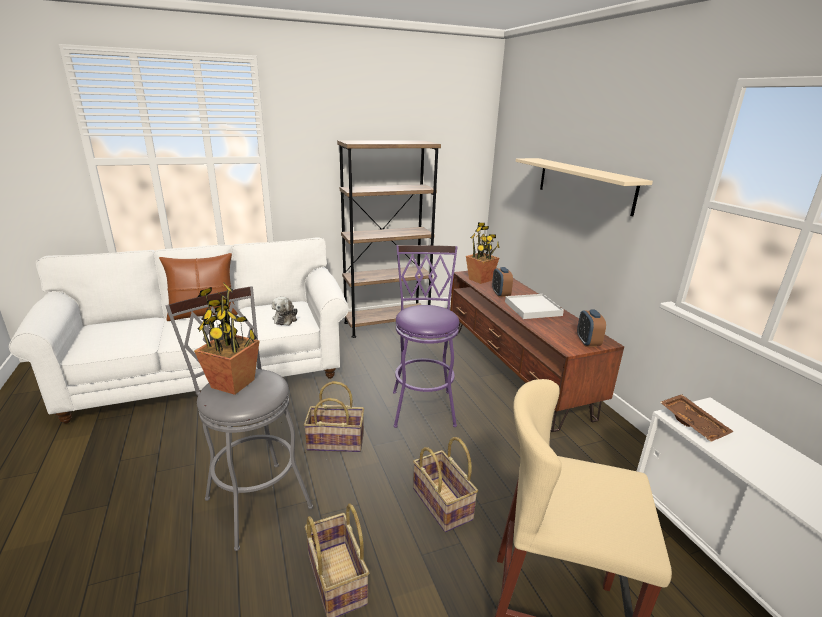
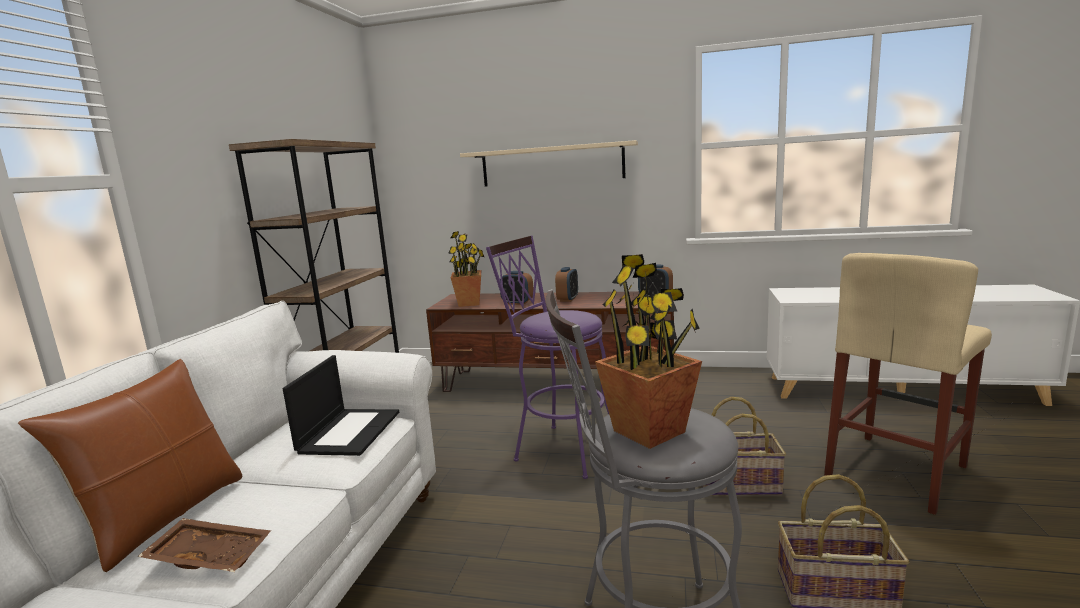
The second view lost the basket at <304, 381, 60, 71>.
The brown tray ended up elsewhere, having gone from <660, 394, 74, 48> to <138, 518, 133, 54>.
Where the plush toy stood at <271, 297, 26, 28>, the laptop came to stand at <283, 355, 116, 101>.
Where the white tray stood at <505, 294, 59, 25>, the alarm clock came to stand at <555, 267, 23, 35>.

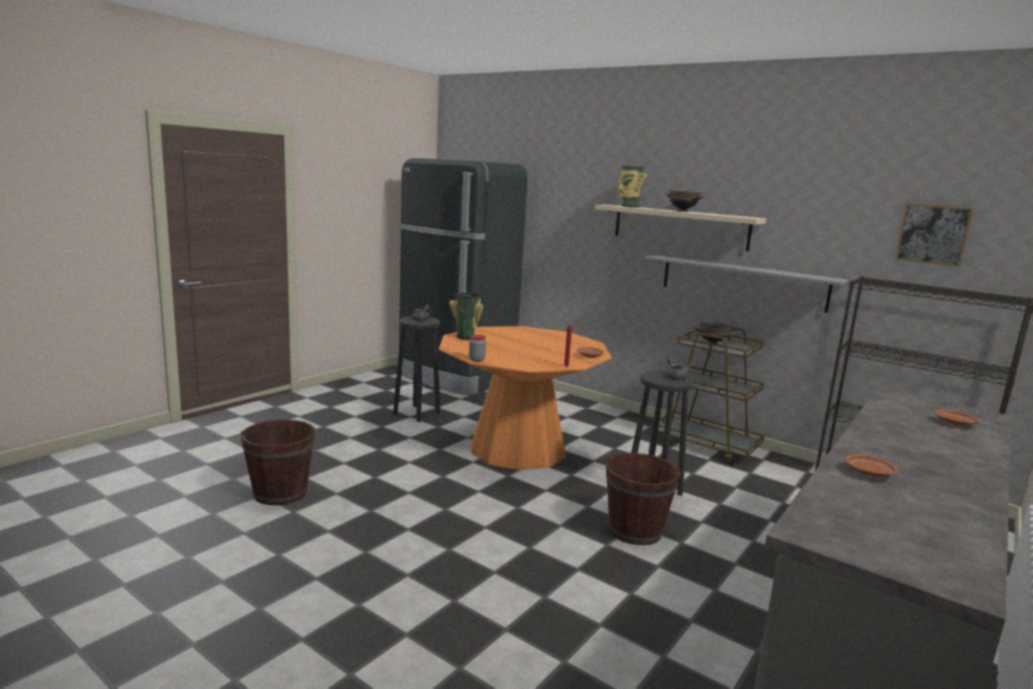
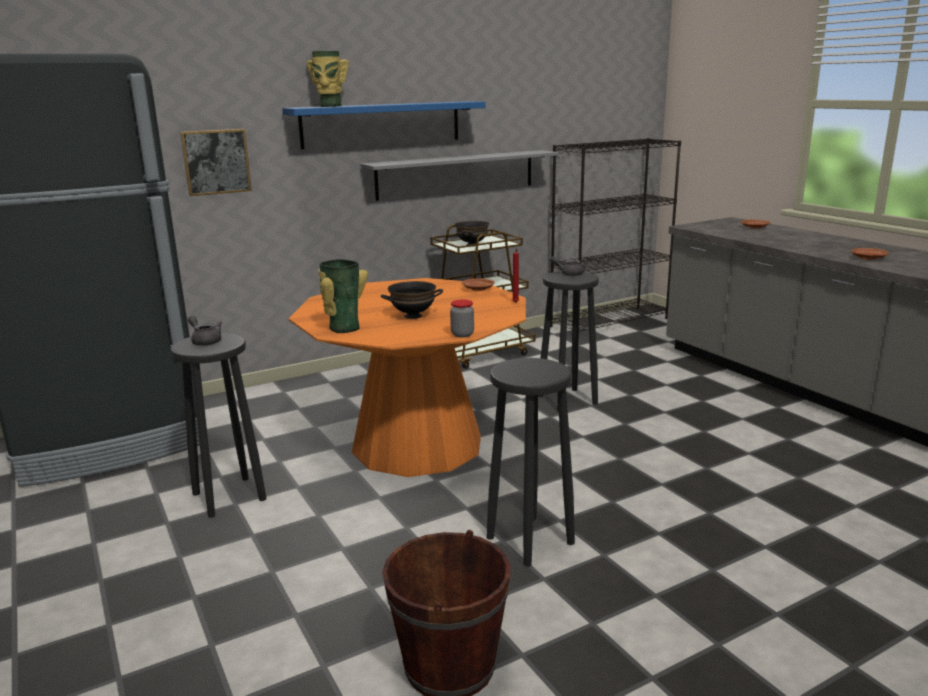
The second view lost the brown bucket at <606, 453, 74, 92>.
The second view gained the black stool at <486, 358, 89, 209>.
The black bowl ended up elsewhere, having gone from <667, 191, 36, 21> to <381, 281, 62, 38>.
The picture ended up elsewhere, having gone from <895, 203, 79, 64> to <180, 129, 72, 67>.
What was the beige shelf at <595, 205, 171, 46> turned into the blue shelf at <282, 101, 204, 49>.

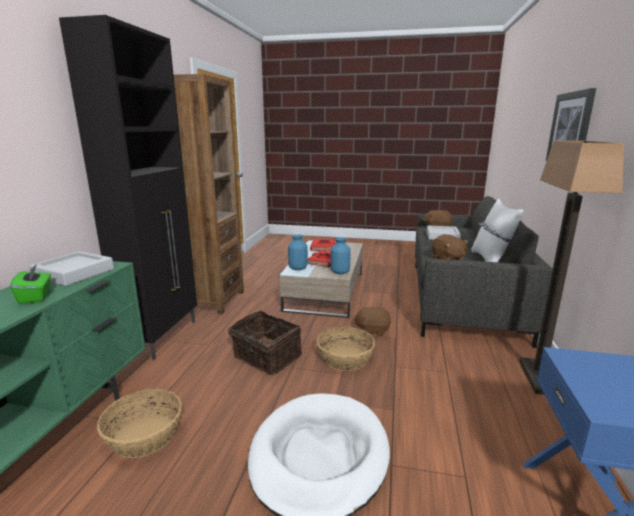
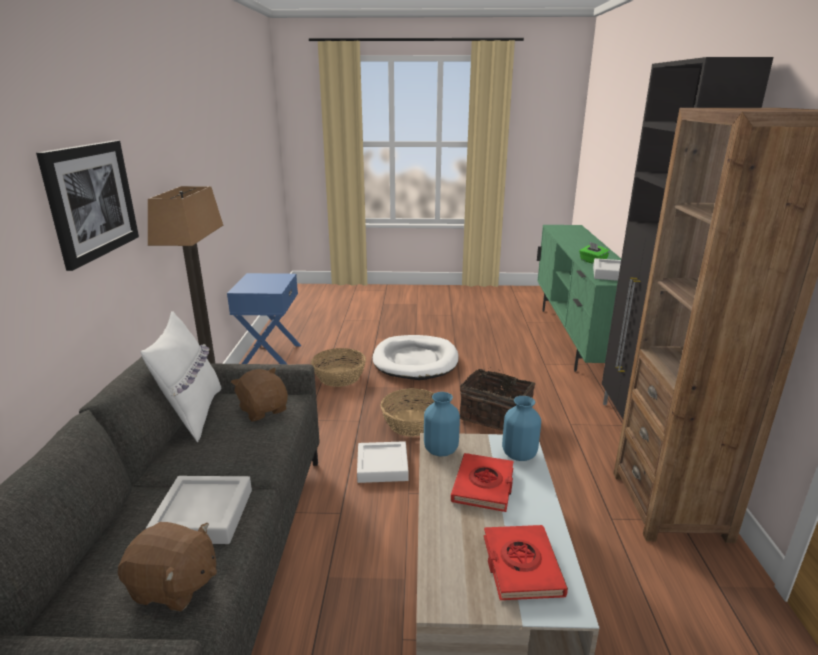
The basket ended up elsewhere, having gone from <97, 389, 85, 69> to <311, 348, 55, 39>.
Where the brown plush toy stood at <353, 305, 38, 31>, the white tray came to stand at <357, 441, 52, 42>.

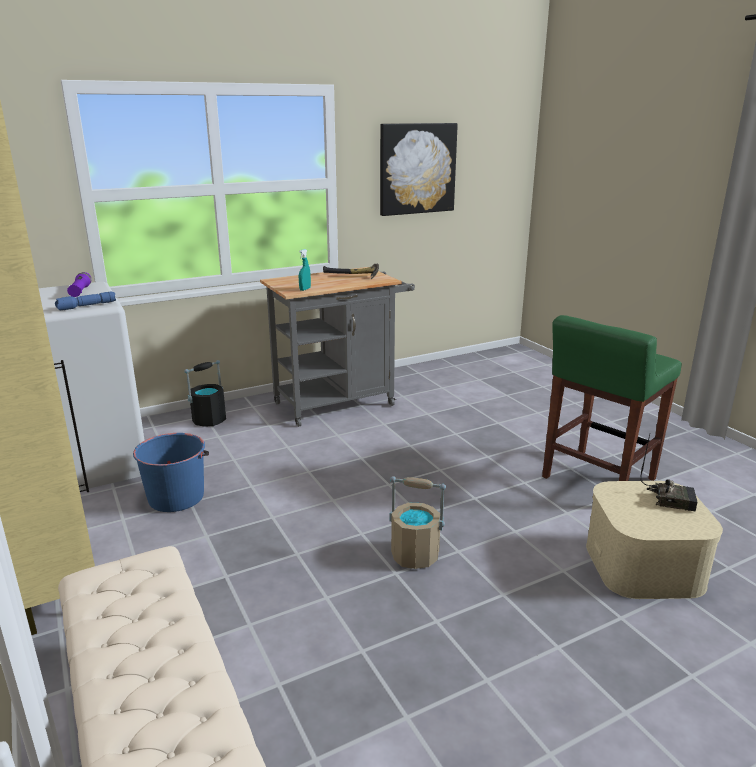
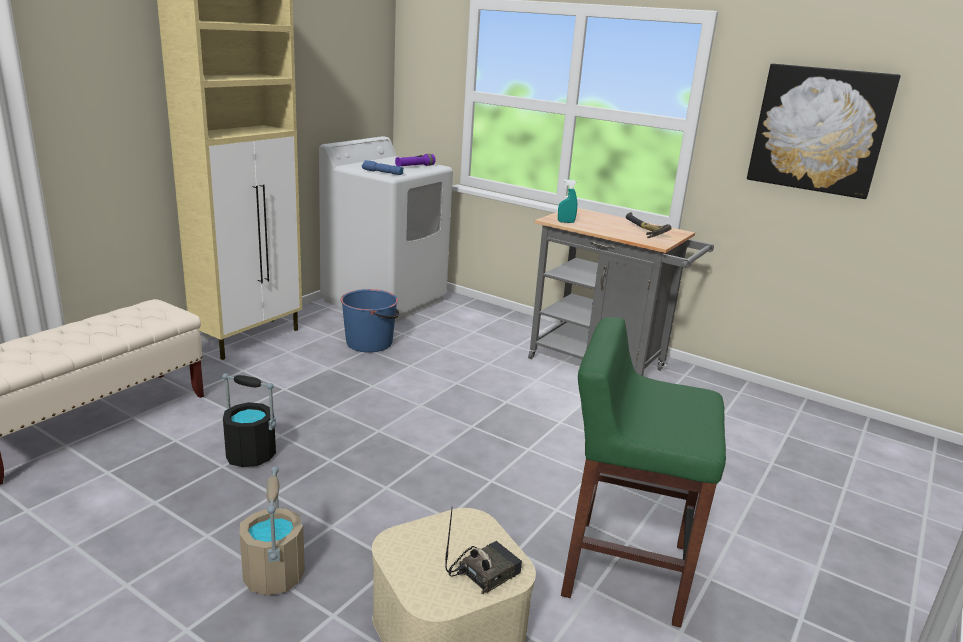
The black bucket ended up elsewhere, having gone from <184, 360, 42, 66> to <222, 373, 54, 94>.
The beige bucket ended up elsewhere, having gone from <389, 476, 57, 93> to <240, 466, 65, 129>.
The radio at <640, 434, 58, 77> ended up facing another way, 120 degrees counterclockwise from before.

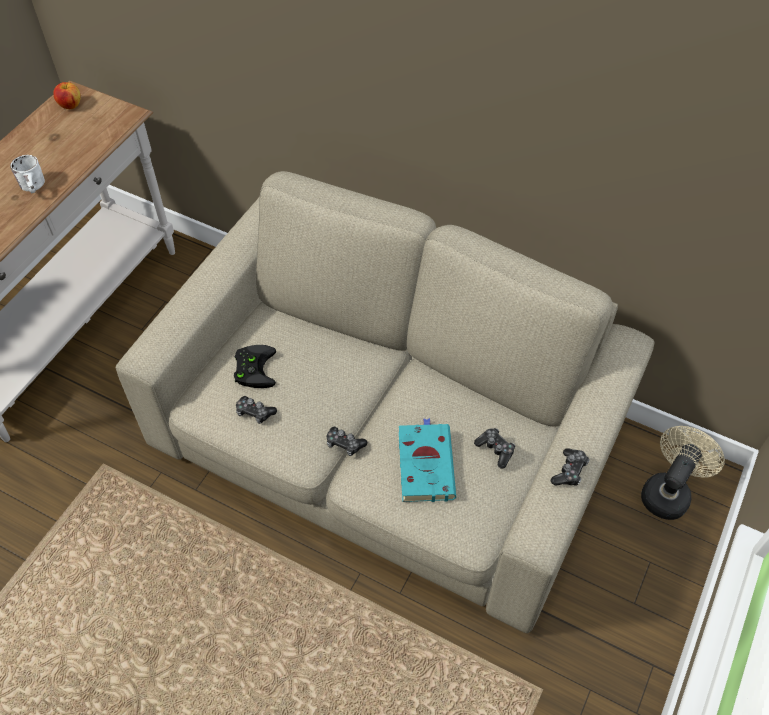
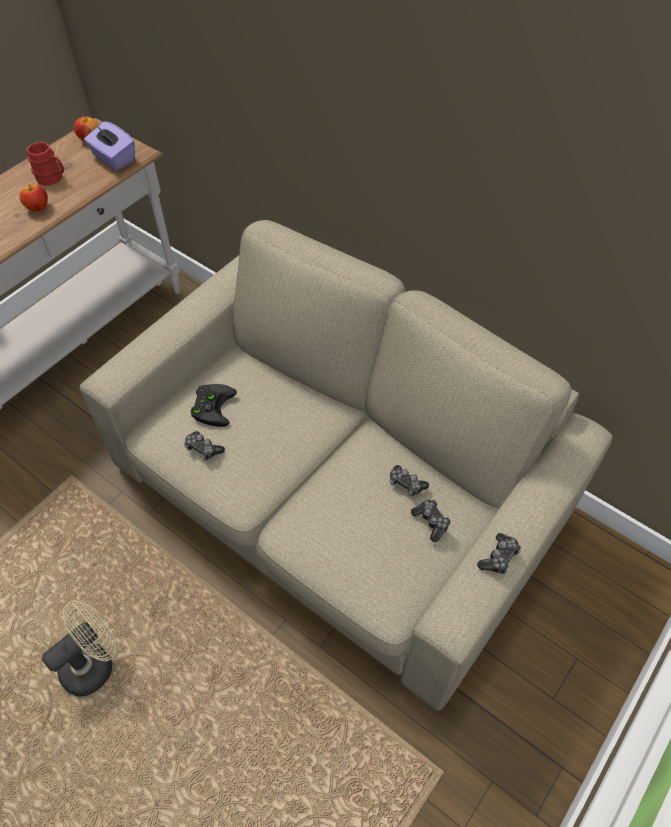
The second view lost the turquoise book at <399, 418, 57, 84>.
The second view gained the red mug at <26, 142, 38, 44>.
The second view gained the purple tissue box at <84, 121, 51, 50>.
The game controller ended up elsewhere, having gone from <327, 427, 40, 29> to <390, 465, 39, 31>.
The beige fan ended up elsewhere, having gone from <641, 426, 84, 94> to <42, 600, 74, 97>.
Where the white mug stood at <10, 155, 35, 38>, the apple came to stand at <19, 184, 29, 28>.

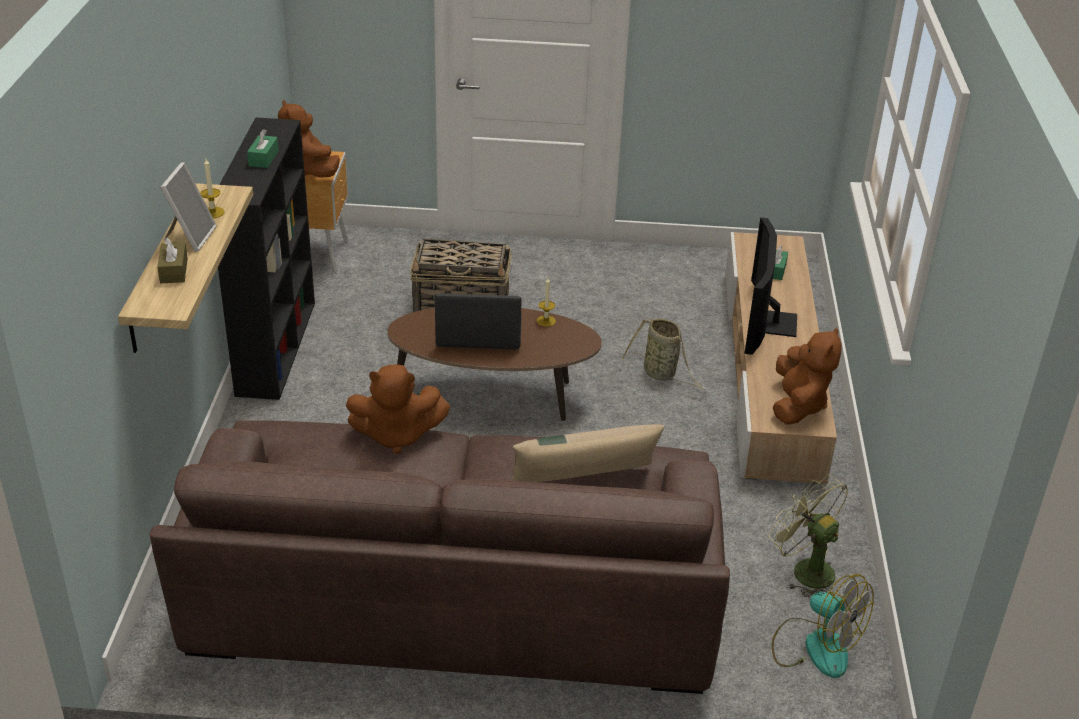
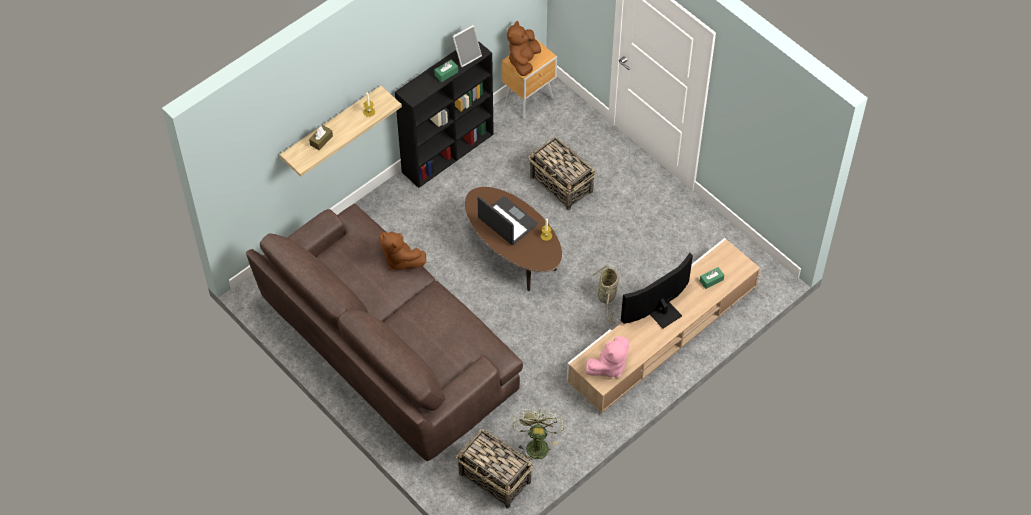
The second view lost the beige pillow at <511, 424, 154, 58>.
The picture frame ended up elsewhere, having gone from <160, 162, 57, 90> to <453, 25, 29, 42>.
Where the fan stood at <772, 574, 102, 104>, the basket came to stand at <456, 429, 77, 79>.
What was the brown plush toy at <773, 327, 69, 98> turned into the pink plush toy at <585, 336, 44, 42>.

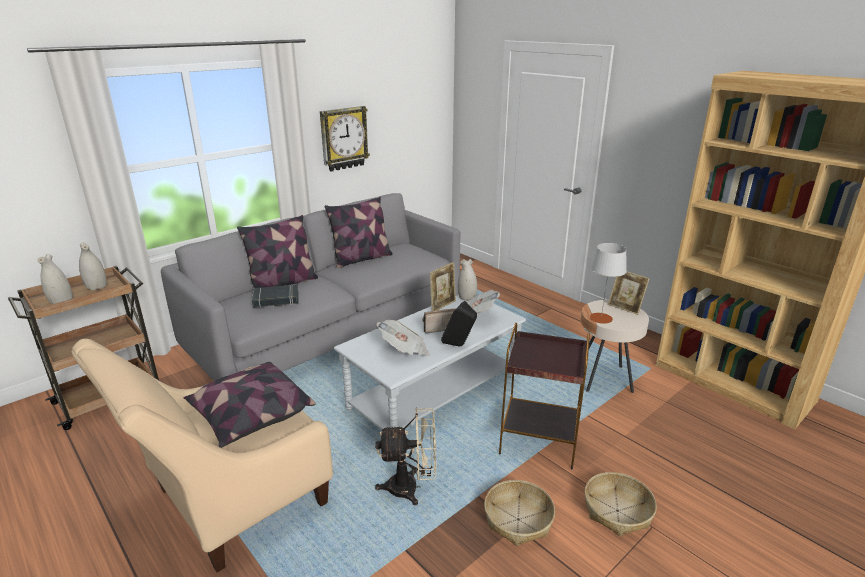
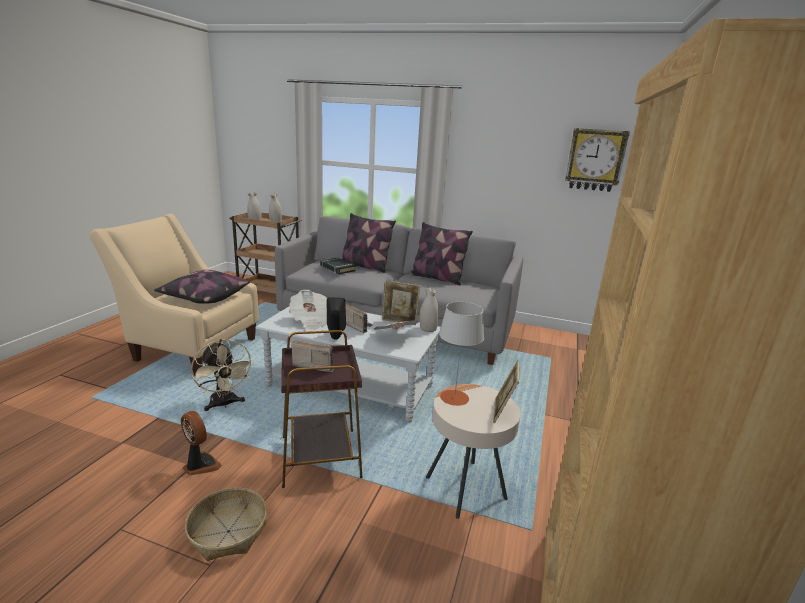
The second view gained the radio at <292, 340, 42, 32>.
The wall clock ended up elsewhere, having gone from <320, 106, 50, 66> to <565, 128, 65, 64>.
Where the basket stood at <484, 480, 71, 66>, the fan came to stand at <181, 411, 41, 64>.

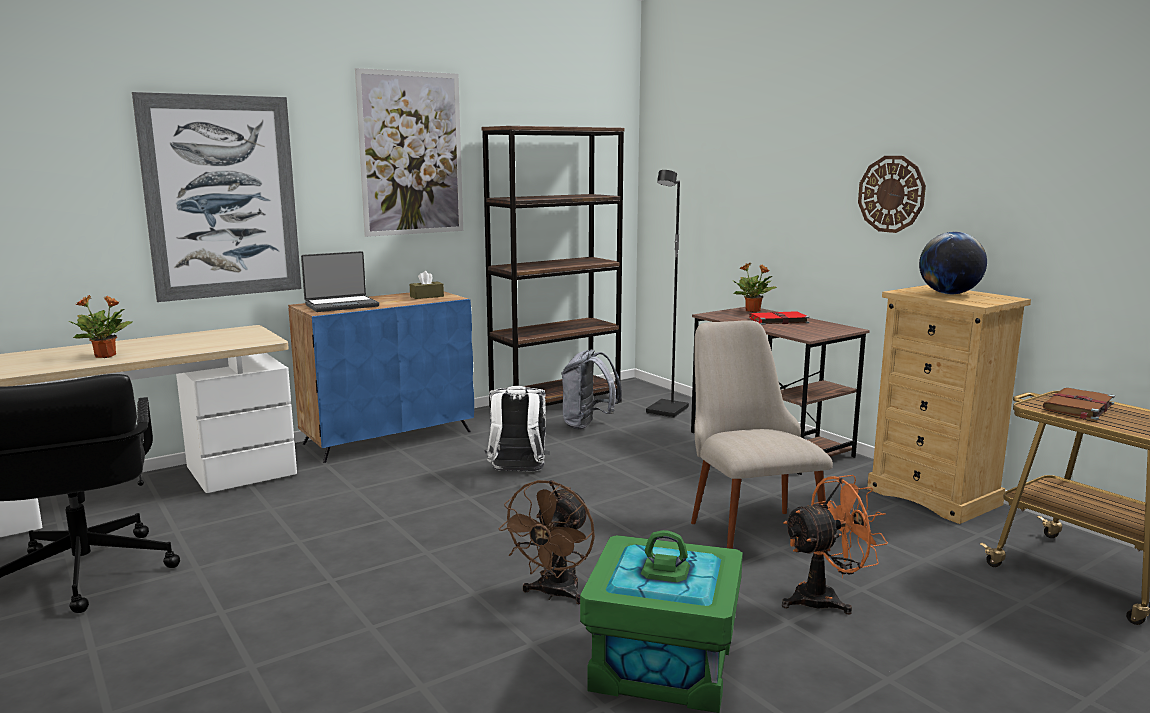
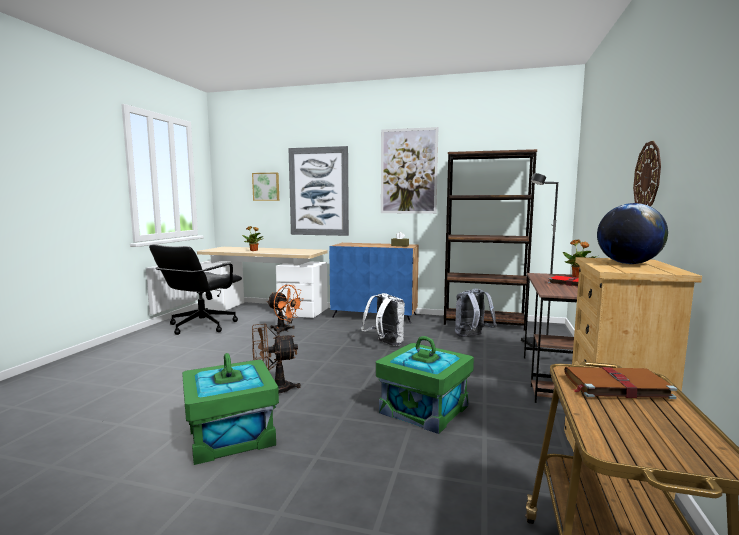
The second view lost the laptop at <301, 251, 78, 61>.
The second view gained the picture at <252, 172, 27, 29>.
The orange fan ended up elsewhere, having gone from <782, 475, 106, 139> to <267, 285, 36, 49>.
Where the beige chair stood at <691, 320, 142, 231>, the green storage box came to stand at <376, 336, 98, 98>.

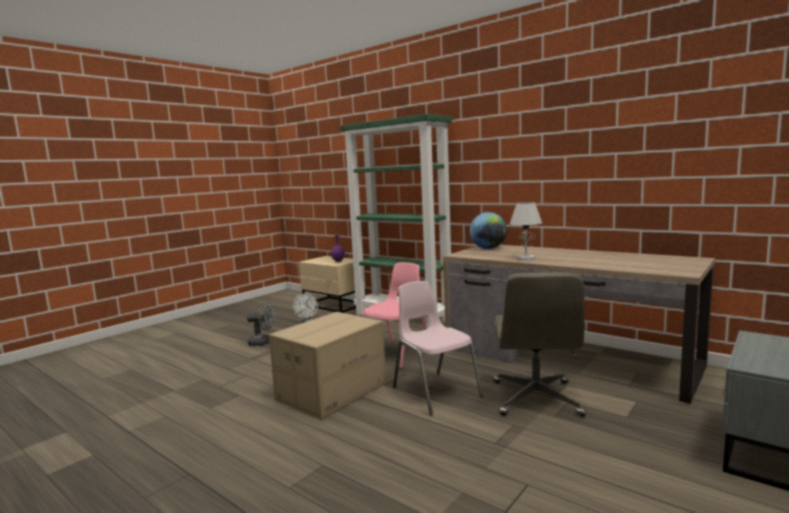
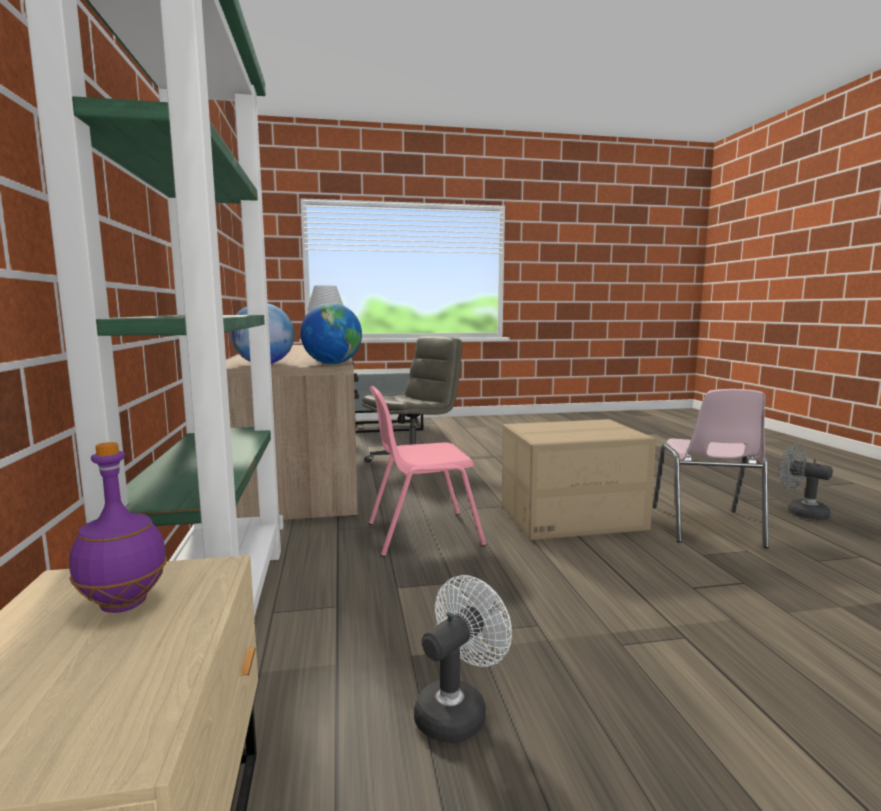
The second view gained the globe at <300, 303, 62, 61>.
The grey fan ended up elsewhere, having gone from <247, 304, 27, 42> to <780, 445, 53, 75>.
The pink chair ended up elsewhere, having gone from <393, 281, 90, 134> to <653, 389, 116, 159>.

